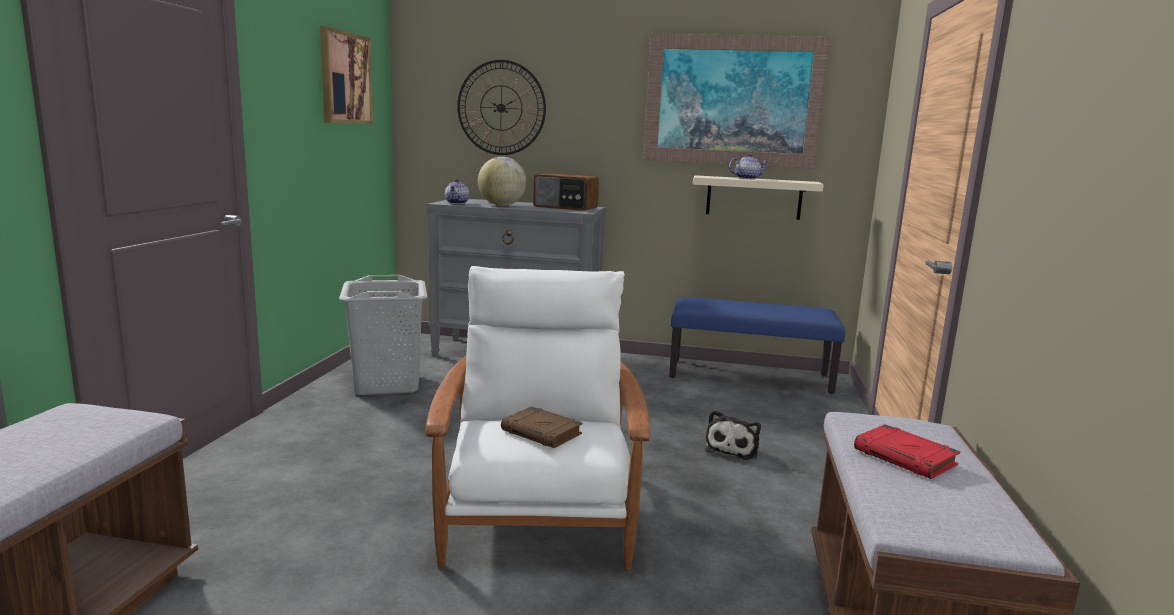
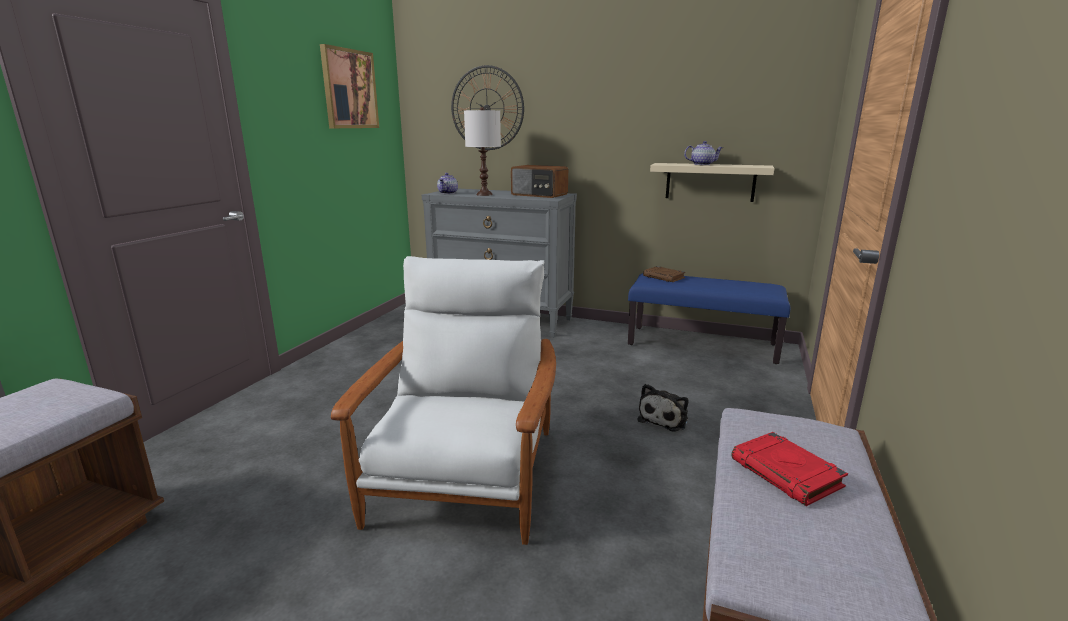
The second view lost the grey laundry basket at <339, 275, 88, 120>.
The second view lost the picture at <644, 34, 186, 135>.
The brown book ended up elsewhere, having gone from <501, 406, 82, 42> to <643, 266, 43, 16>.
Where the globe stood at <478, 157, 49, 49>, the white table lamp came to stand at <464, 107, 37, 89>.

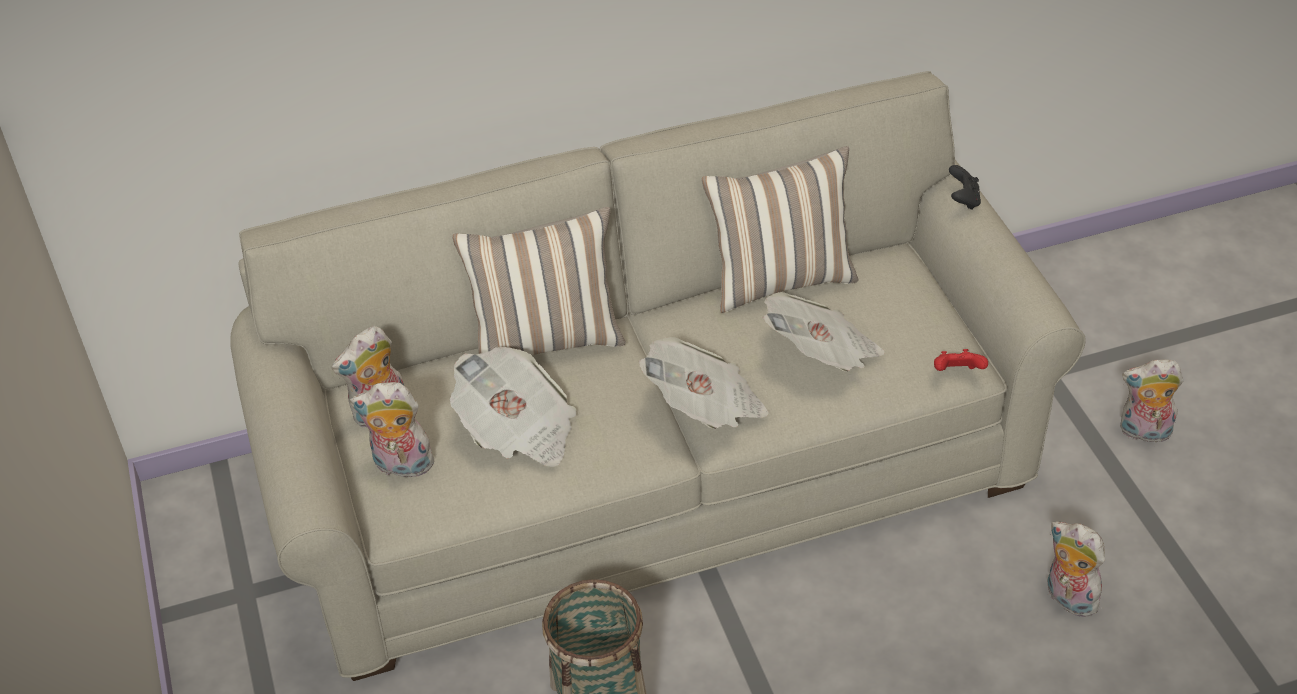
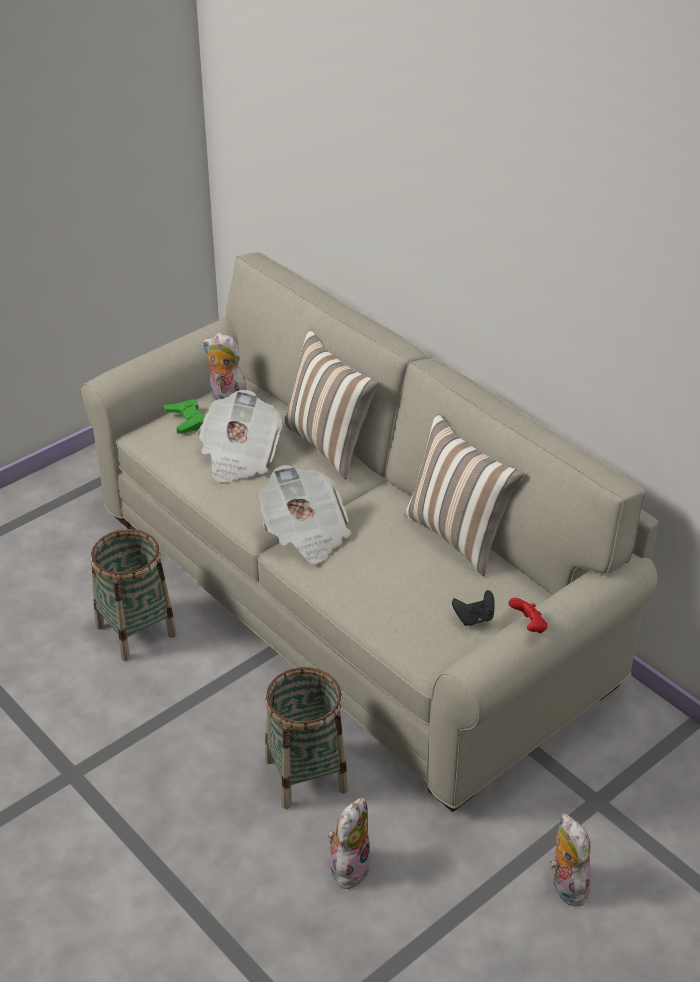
The second view lost the newspaper at <763, 292, 122, 79>.
The second view gained the basket at <265, 667, 83, 142>.
The red game controller ended up elsewhere, having gone from <934, 349, 54, 22> to <508, 598, 40, 35>.
The black game controller ended up elsewhere, having gone from <949, 165, 32, 45> to <452, 590, 43, 36>.
Where the plush toy stood at <350, 382, 84, 96>, the green game controller came to stand at <163, 399, 43, 35>.

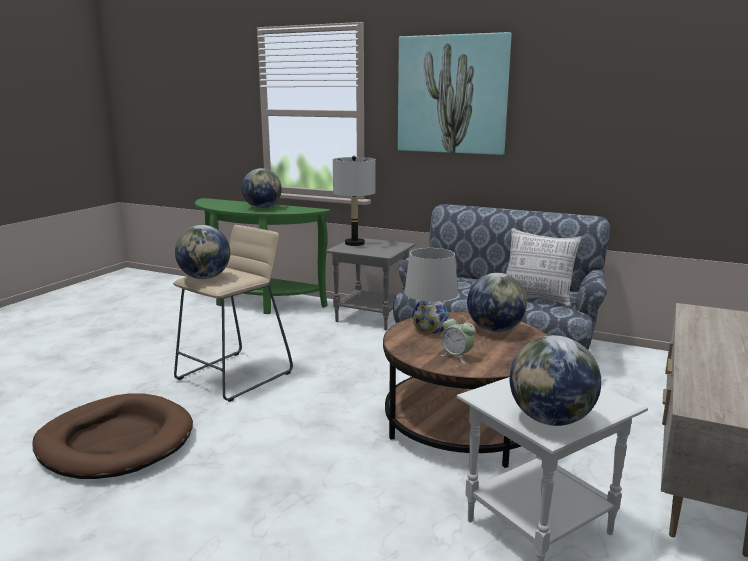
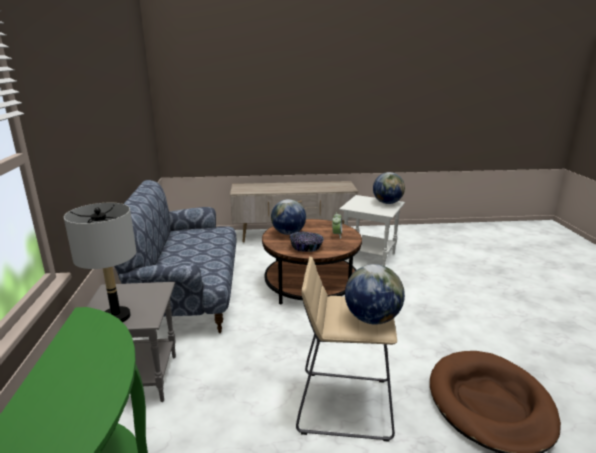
The second view lost the globe at <242, 168, 40, 41>.
The second view lost the picture at <398, 32, 114, 123>.
The second view lost the pillow at <506, 228, 76, 79>.
Where the white table lamp stood at <404, 248, 54, 85>, the bowl came to stand at <289, 231, 35, 21>.

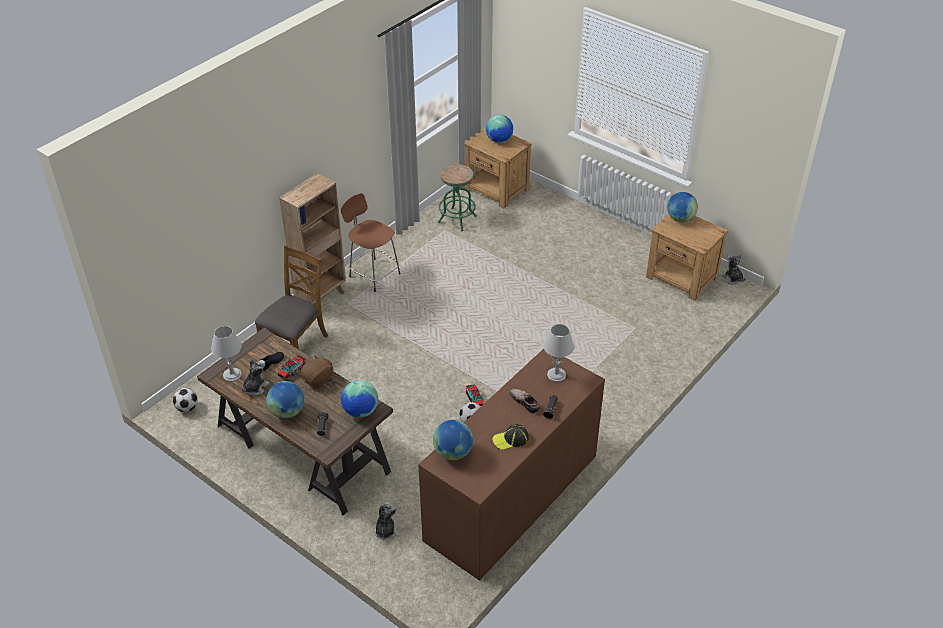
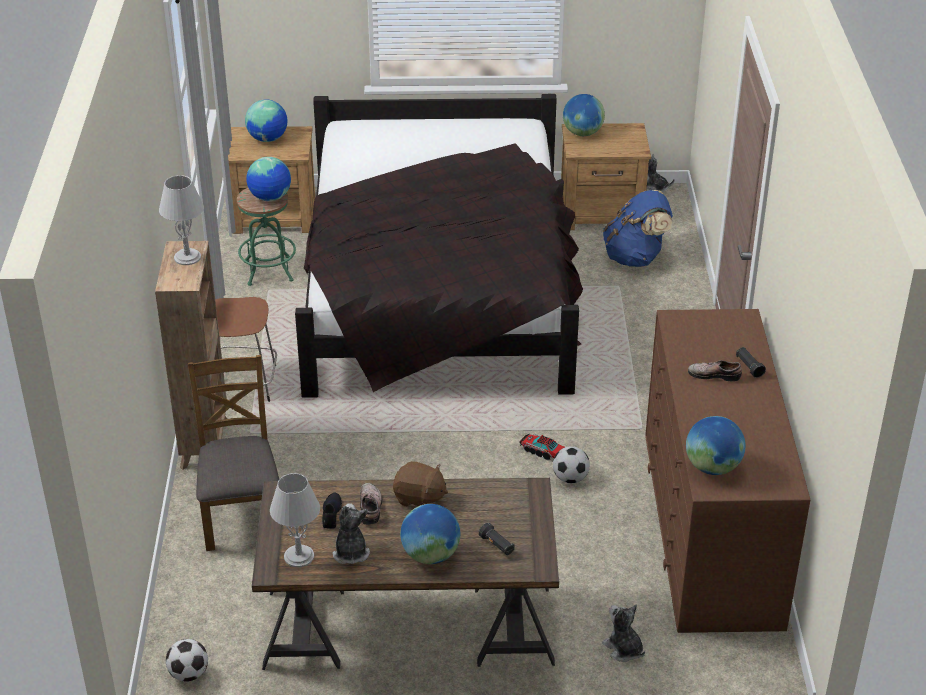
The second view lost the cap at <492, 424, 37, 26>.
The second view gained the black bed at <295, 94, 288, 304>.
The second view gained the blue backpack at <603, 190, 70, 77>.
The globe ended up elsewhere, having gone from <341, 380, 37, 38> to <246, 157, 45, 44>.
The grey table lamp ended up elsewhere, having gone from <543, 324, 32, 58> to <159, 175, 45, 90>.
Where the toy truck stood at <277, 355, 29, 24>, the shoe came to stand at <360, 483, 22, 42>.
The brown plush toy at <300, 355, 33, 34> ended up facing another way, 105 degrees clockwise from before.

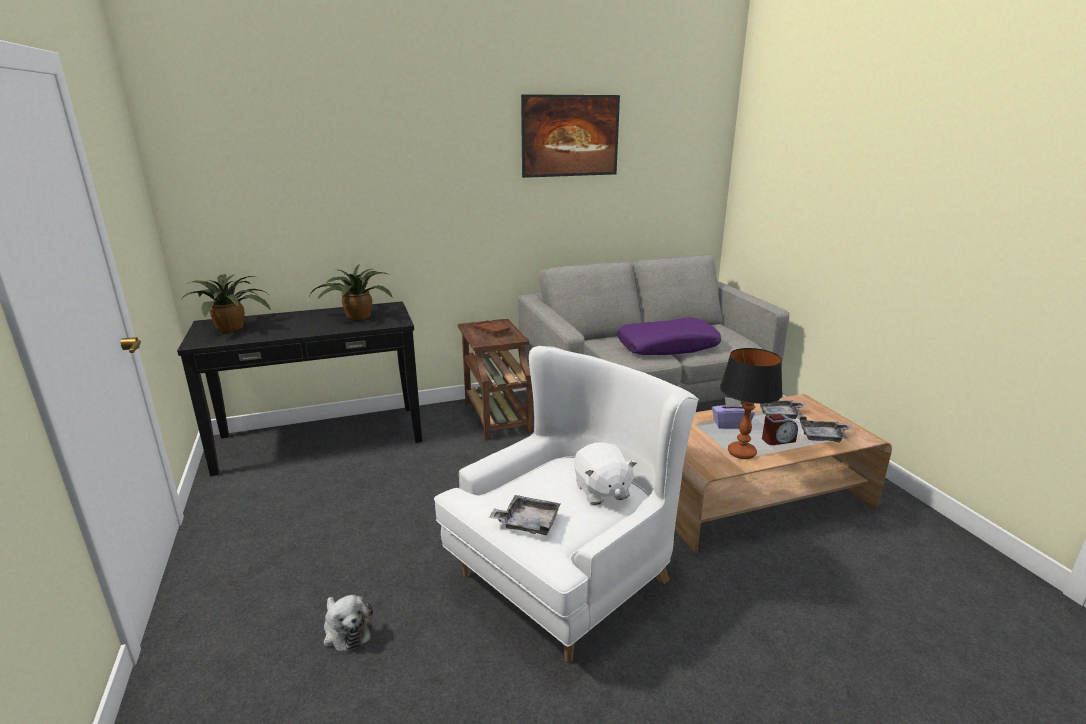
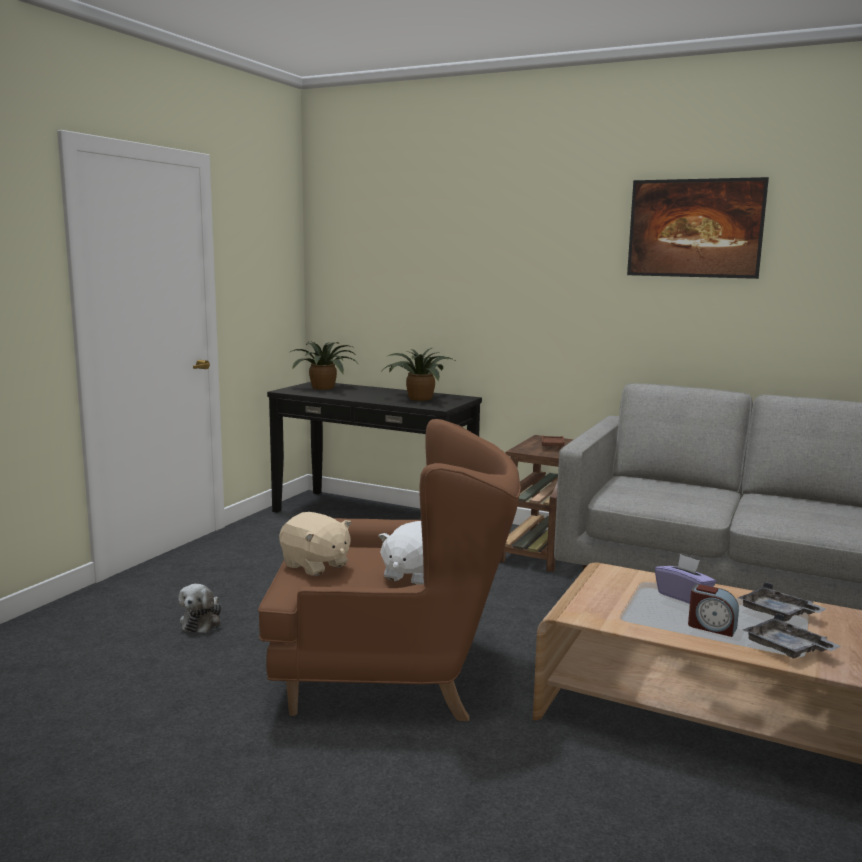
The second view lost the purple pillow at <617, 318, 104, 37>.
The second view lost the table lamp at <720, 348, 63, 111>.
Where the grey tray stood at <489, 495, 71, 40>, the beige plush toy came to stand at <279, 512, 72, 64>.
What was the white armchair at <434, 346, 265, 317> turned into the brown armchair at <258, 419, 263, 302>.

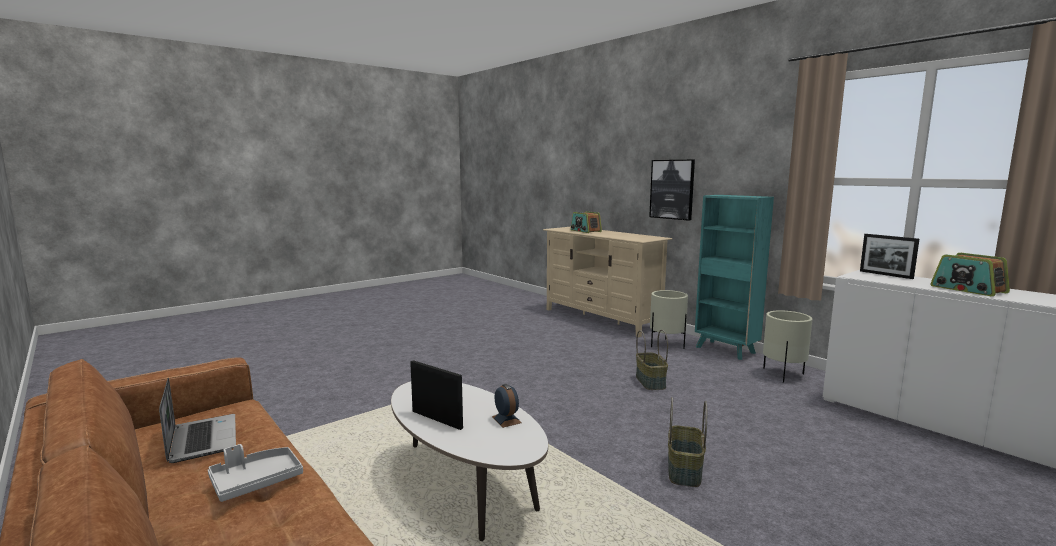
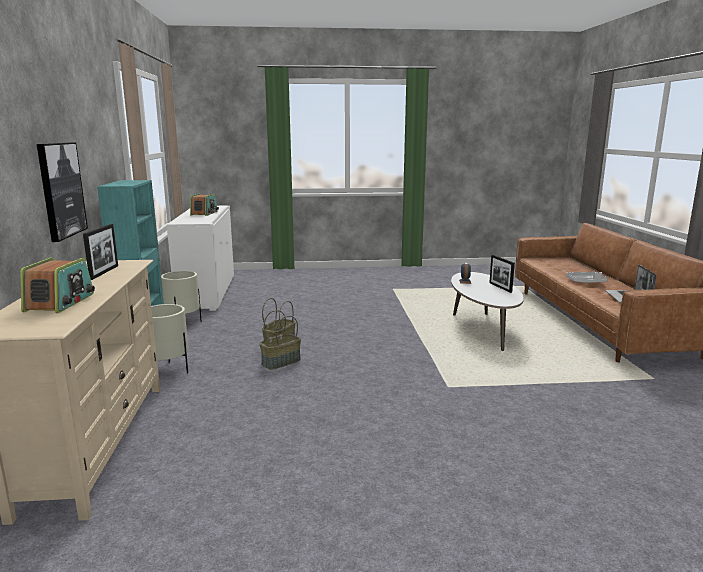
The basket ended up elsewhere, having gone from <668, 397, 39, 90> to <259, 310, 42, 60>.
The picture frame ended up elsewhere, having gone from <860, 234, 59, 45> to <83, 224, 35, 56>.

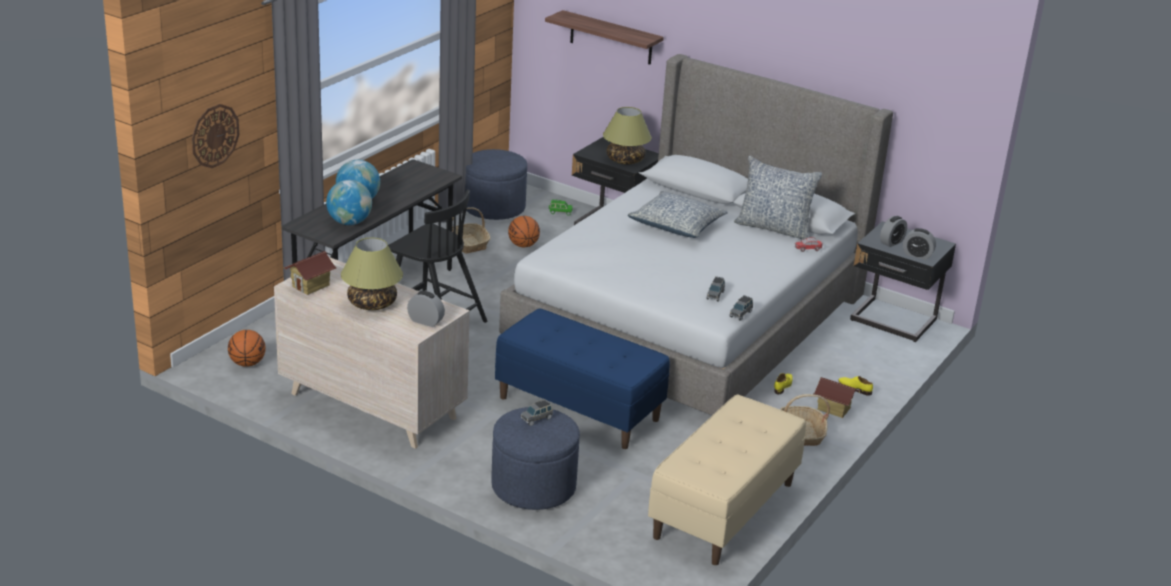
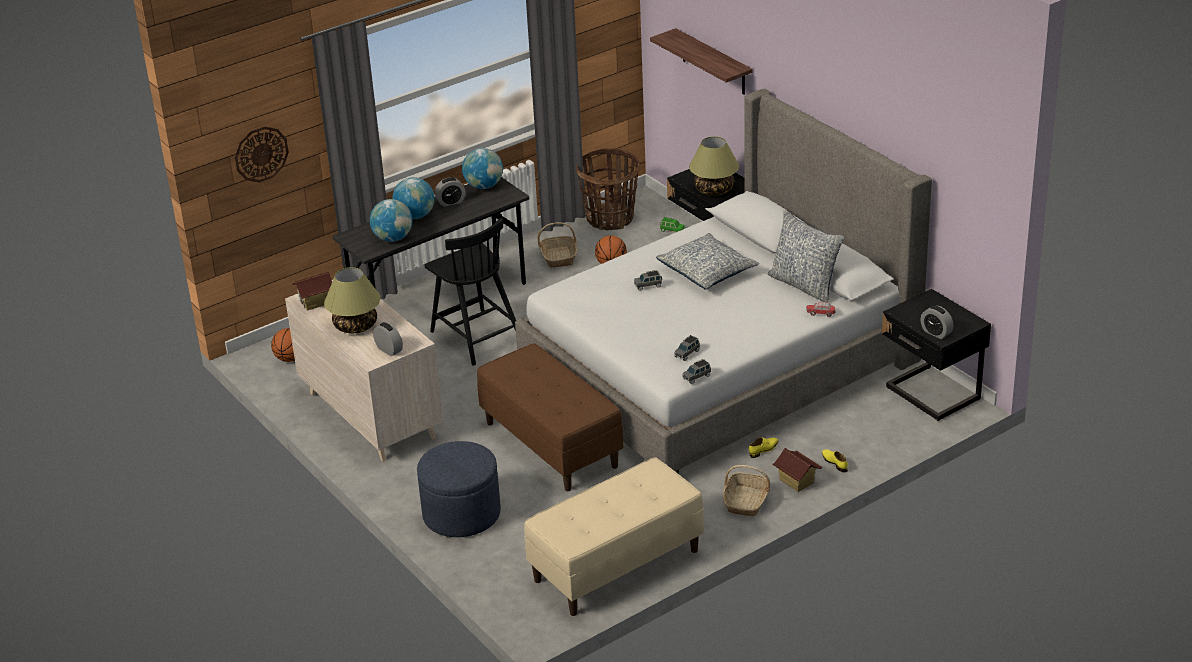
The second view gained the globe at <462, 148, 41, 41>.
The grey toy car ended up elsewhere, having gone from <521, 399, 32, 27> to <634, 270, 28, 21>.
The alarm clock ended up elsewhere, having gone from <880, 216, 27, 31> to <435, 177, 31, 30>.
Where the blue ottoman stood at <465, 149, 62, 71>, the basket came to stand at <576, 148, 64, 82>.
What was the blue bench at <495, 308, 175, 141> turned into the brown bench at <477, 343, 146, 148>.

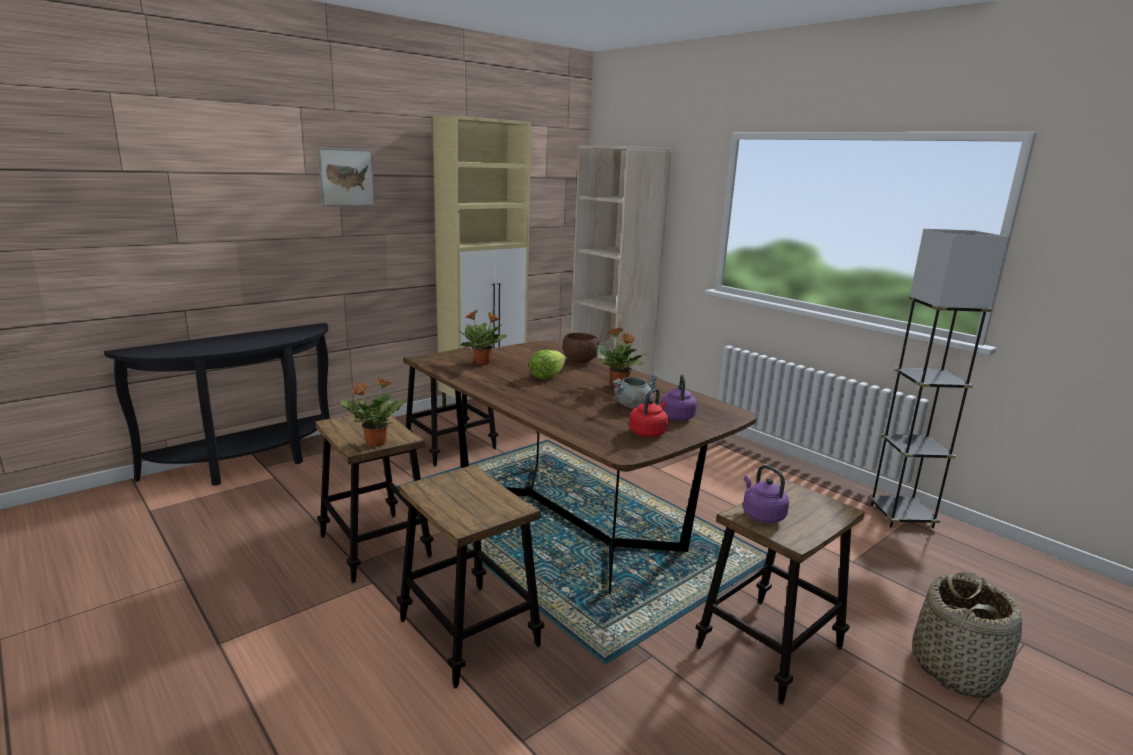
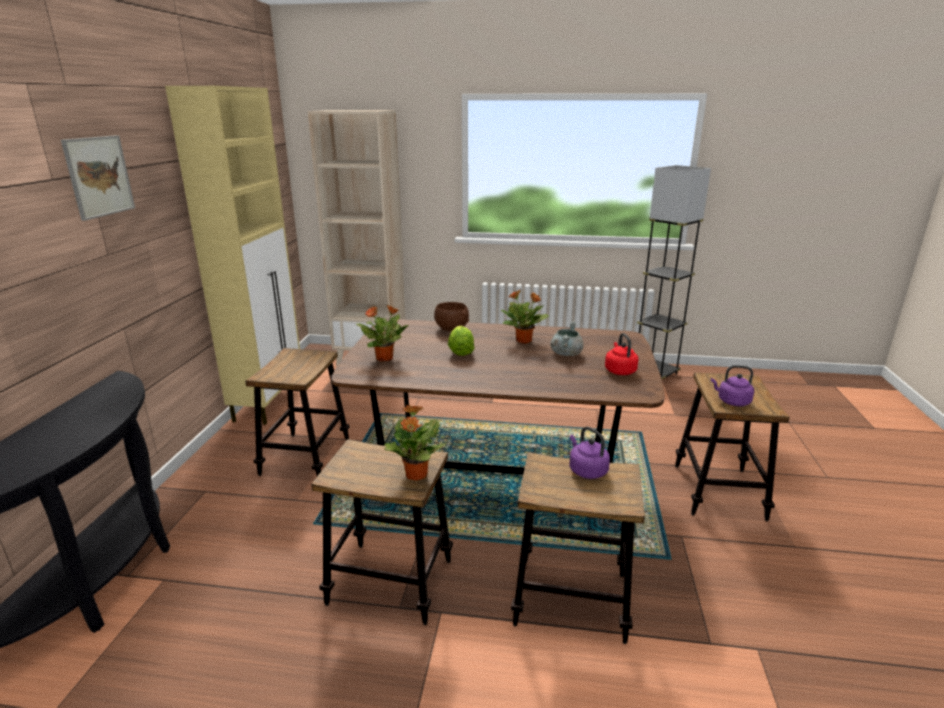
The second view lost the basket at <913, 572, 109, 126>.
The purple kettle ended up elsewhere, having gone from <661, 374, 36, 47> to <569, 427, 41, 52>.

